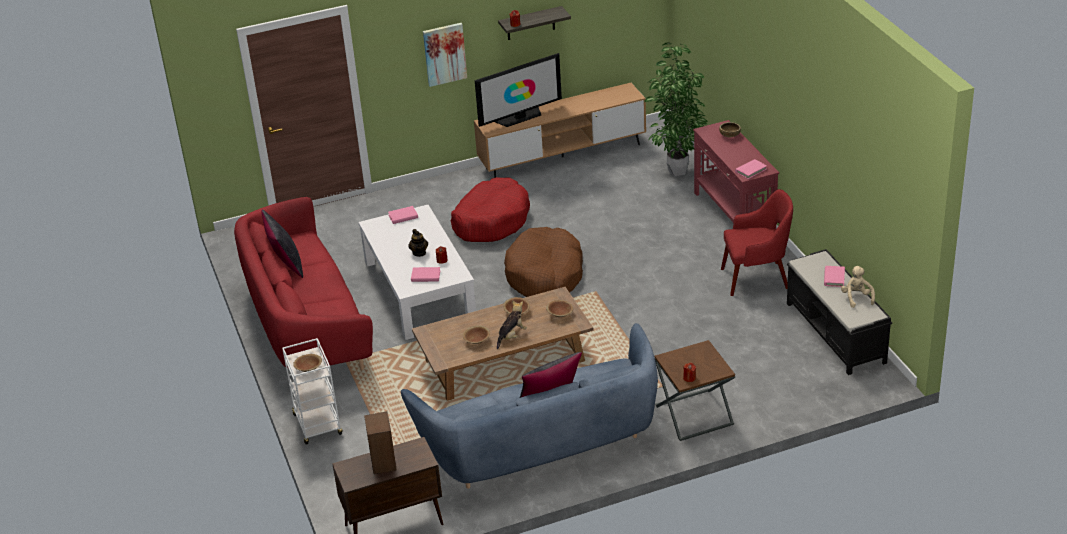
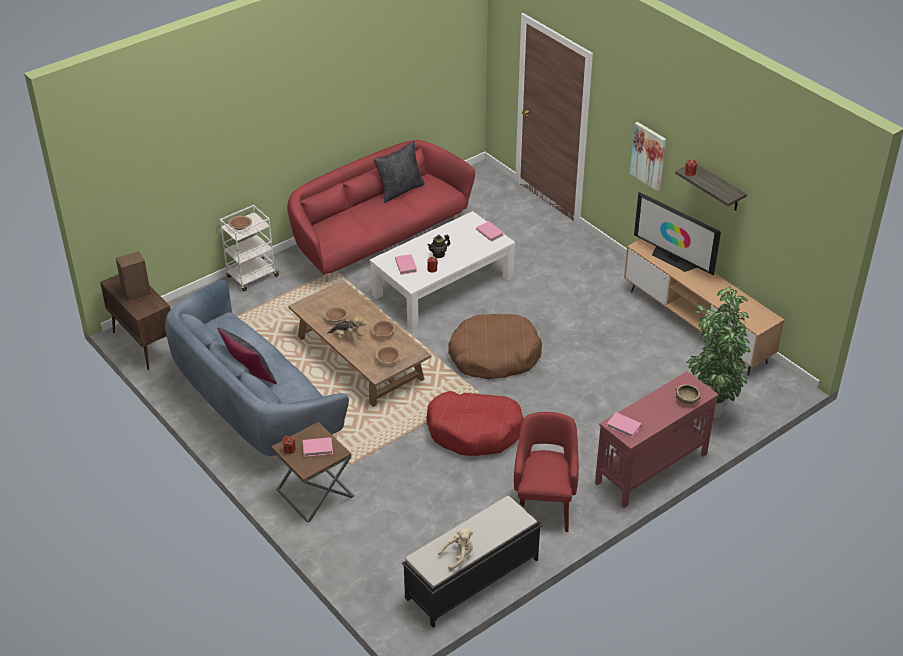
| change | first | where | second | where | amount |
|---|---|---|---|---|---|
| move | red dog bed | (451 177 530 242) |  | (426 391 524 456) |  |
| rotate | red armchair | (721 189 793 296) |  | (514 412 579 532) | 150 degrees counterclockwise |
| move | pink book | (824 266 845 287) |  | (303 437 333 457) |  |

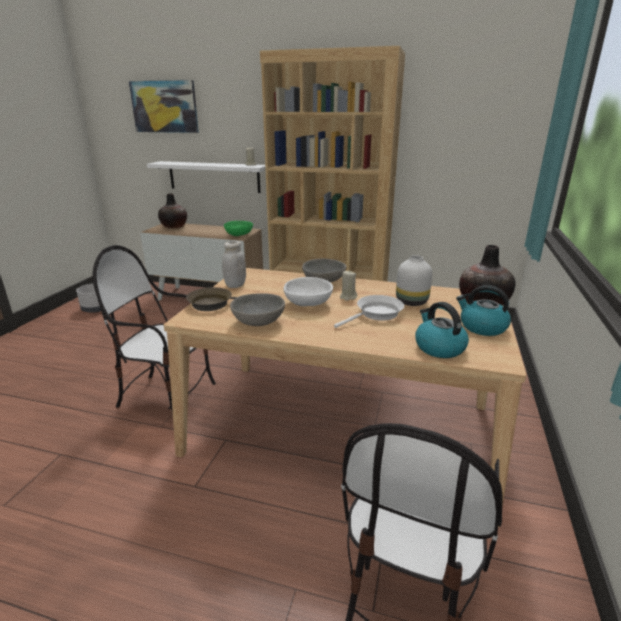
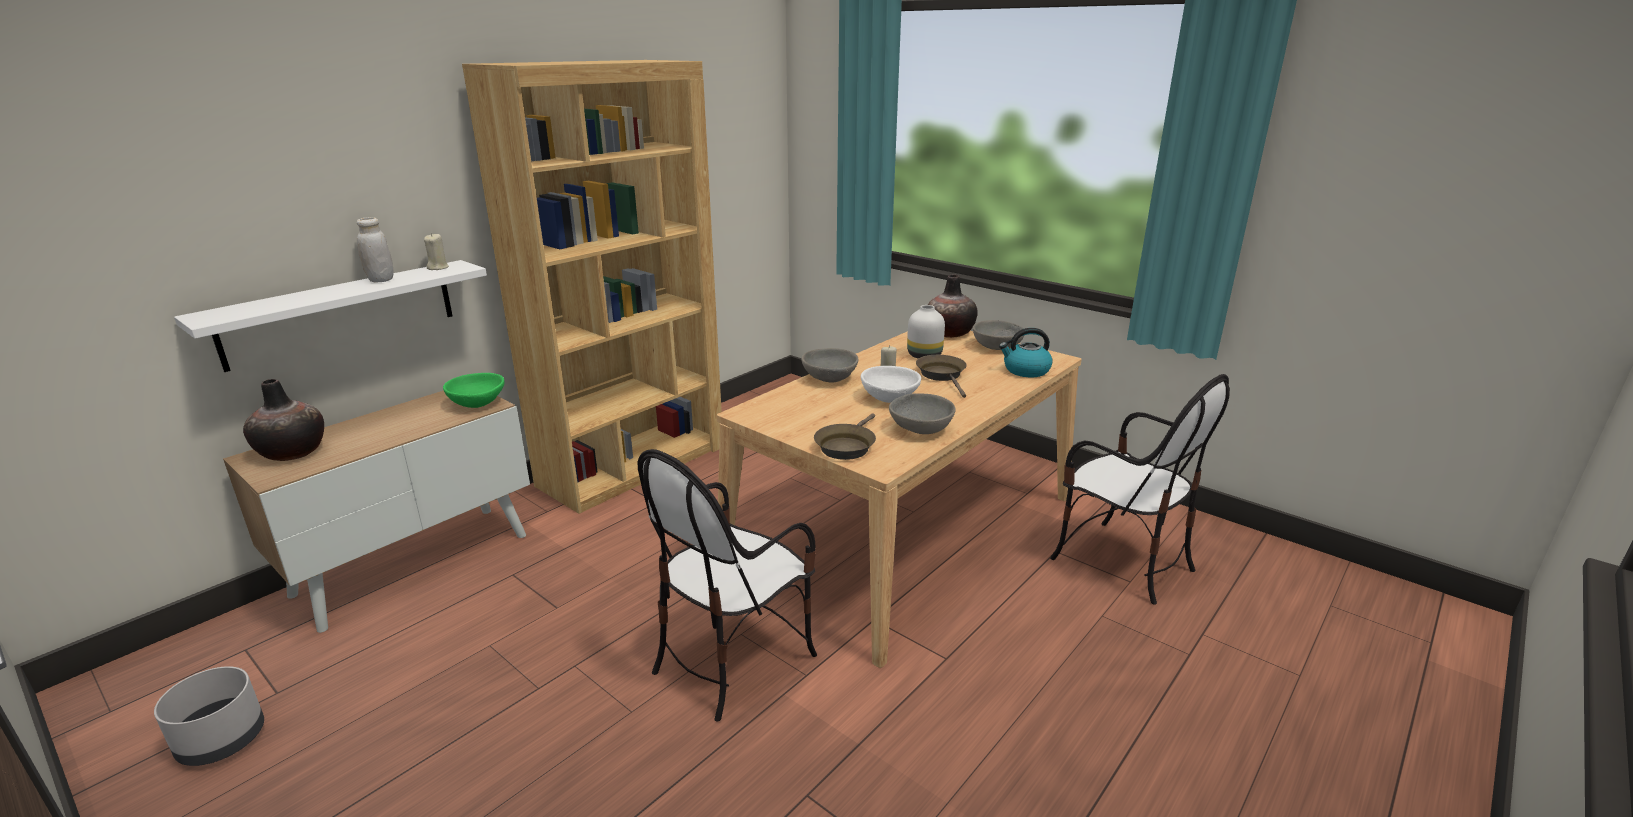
| change | first | where | second | where | amount |
|---|---|---|---|---|---|
| delete | picture | (129 80 199 133) |  |  |  |
| move | white jar | (222 241 246 288) |  | (357 217 394 282) |  |
| recolor | white frying pan | (334 295 404 328) | brown frying pan | (916 355 967 398) |  |
| replace | kettle | (456 285 511 336) | grey bowl | (973 320 1024 350) |  |

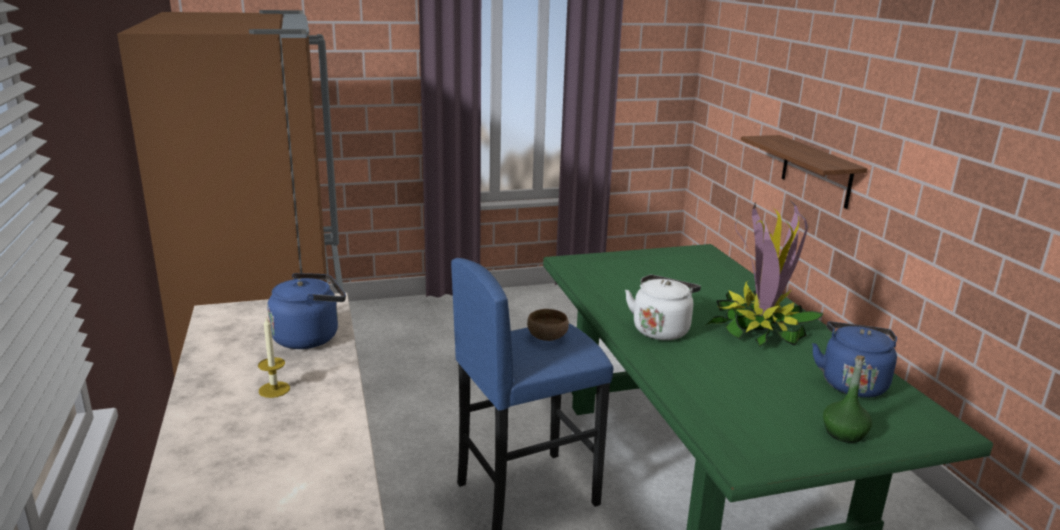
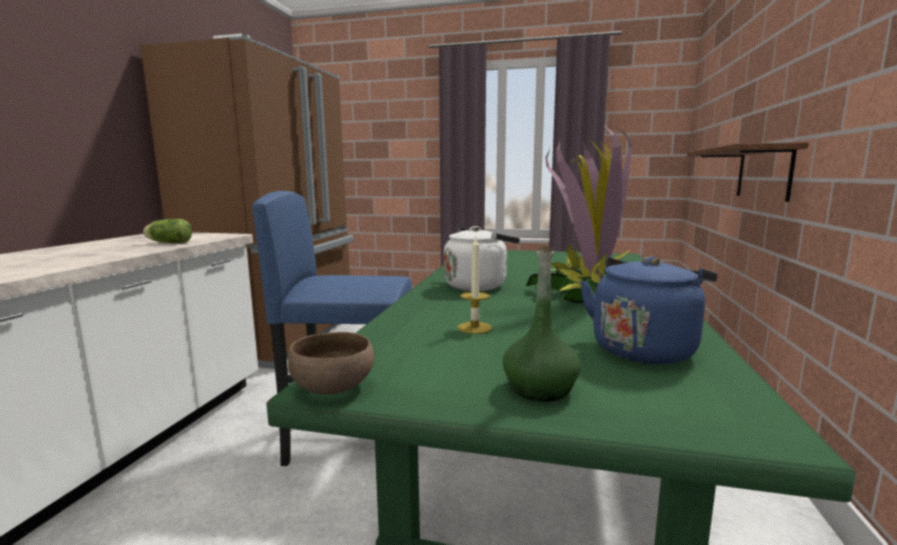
| change | first | where | second | where | amount |
|---|---|---|---|---|---|
| move | candle | (258 317 290 398) |  | (458 235 492 334) |  |
| replace | blue kettle | (267 273 346 349) | lettuce | (143 219 192 243) |  |
| move | brown bowl | (527 309 569 341) |  | (288 332 374 394) |  |

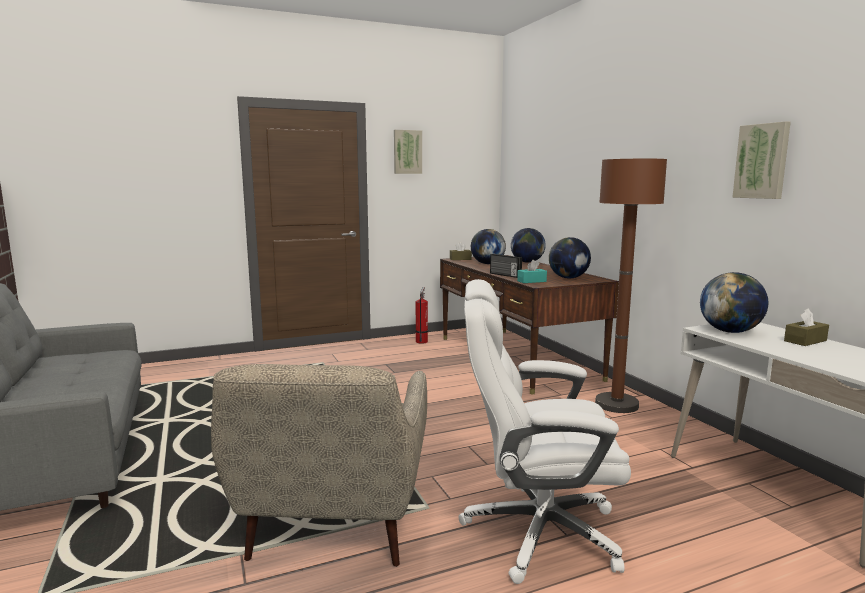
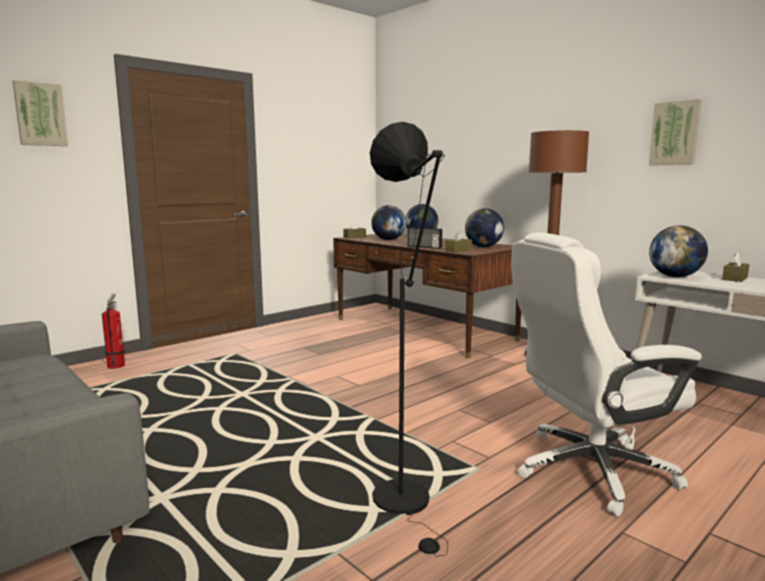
| change | first | where | second | where | amount |
|---|---|---|---|---|---|
| replace | beige armchair | (211 364 427 567) | black floor lamp | (370 122 448 557) |  |
| move | picture | (394 130 422 174) |  | (13 80 68 146) |  |
| move | fire extinguisher | (415 287 428 343) |  | (102 294 125 369) |  |
| recolor | turquoise tissue box | (517 260 547 283) | brown tissue box | (445 230 472 253) |  |

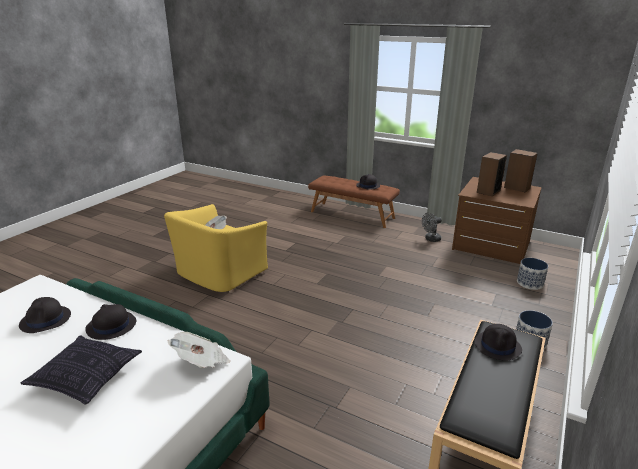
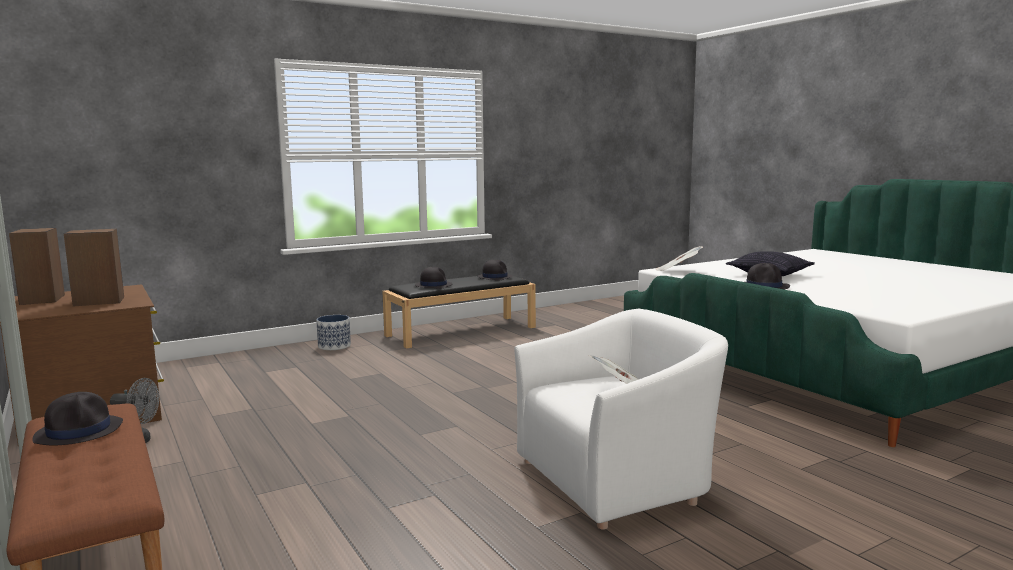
| change | first | where | second | where | amount |
|---|---|---|---|---|---|
| move | black hat | (19 297 71 333) |  | (477 260 513 280) |  |
| recolor | yellow armchair | (164 204 268 293) | white armchair | (514 308 728 530) |  |
| delete | planter | (517 258 548 290) |  |  |  |

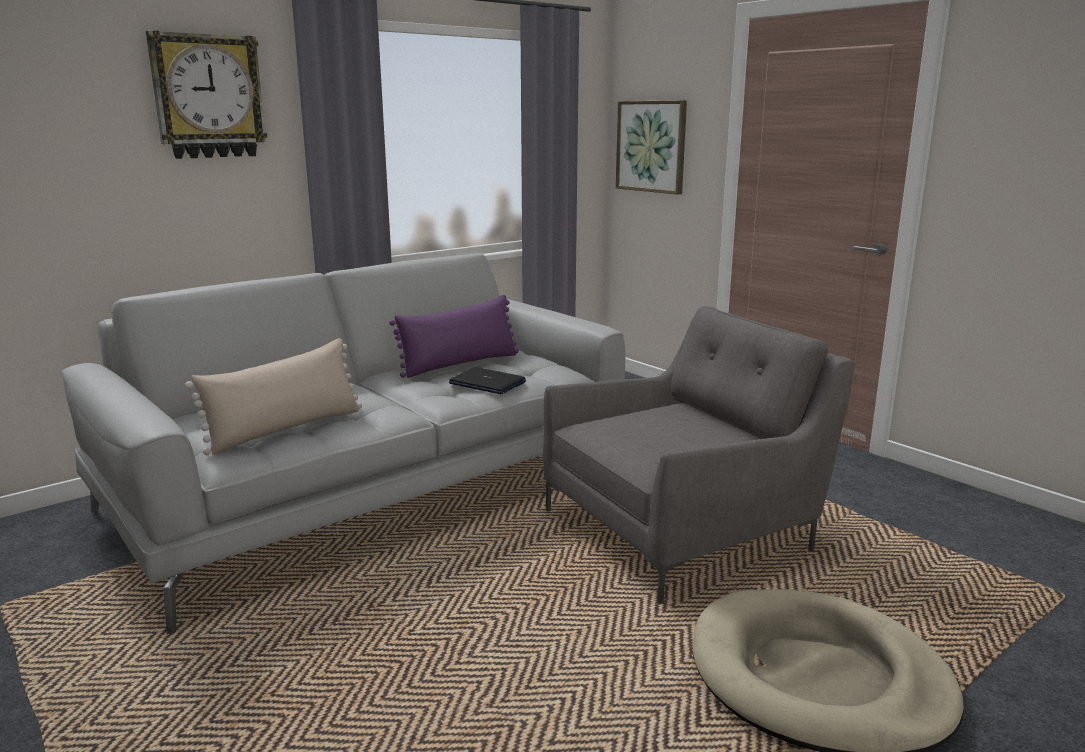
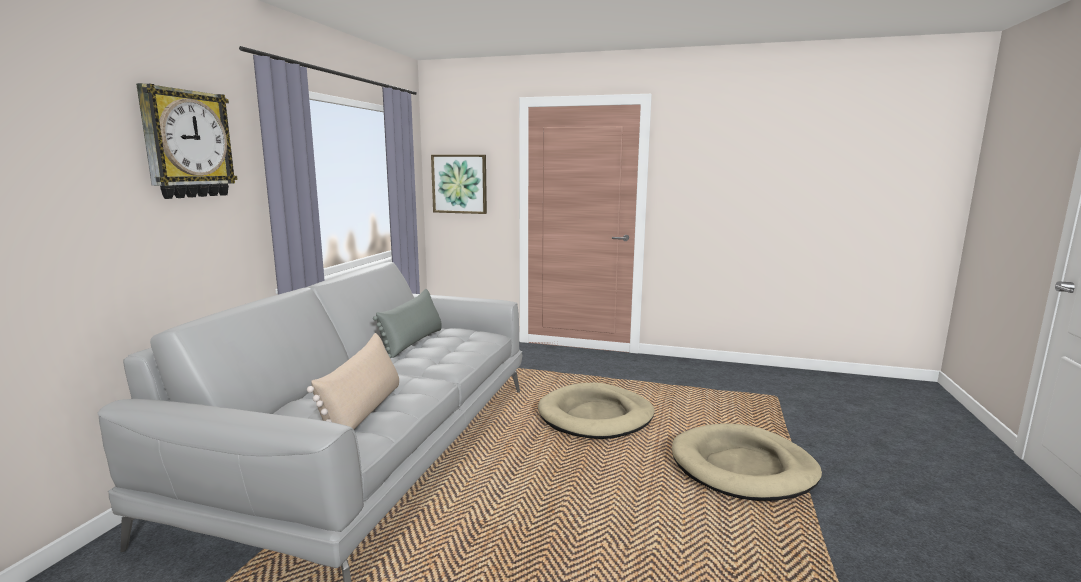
| change | first | where | second | where | amount |
|---|---|---|---|---|---|
| recolor | purple pillow | (389 295 519 378) | grey pillow | (373 289 442 358) |  |
| delete | laptop | (449 367 526 394) |  |  |  |
| replace | grey armchair | (543 306 856 604) | beige dog bed | (538 383 655 439) |  |

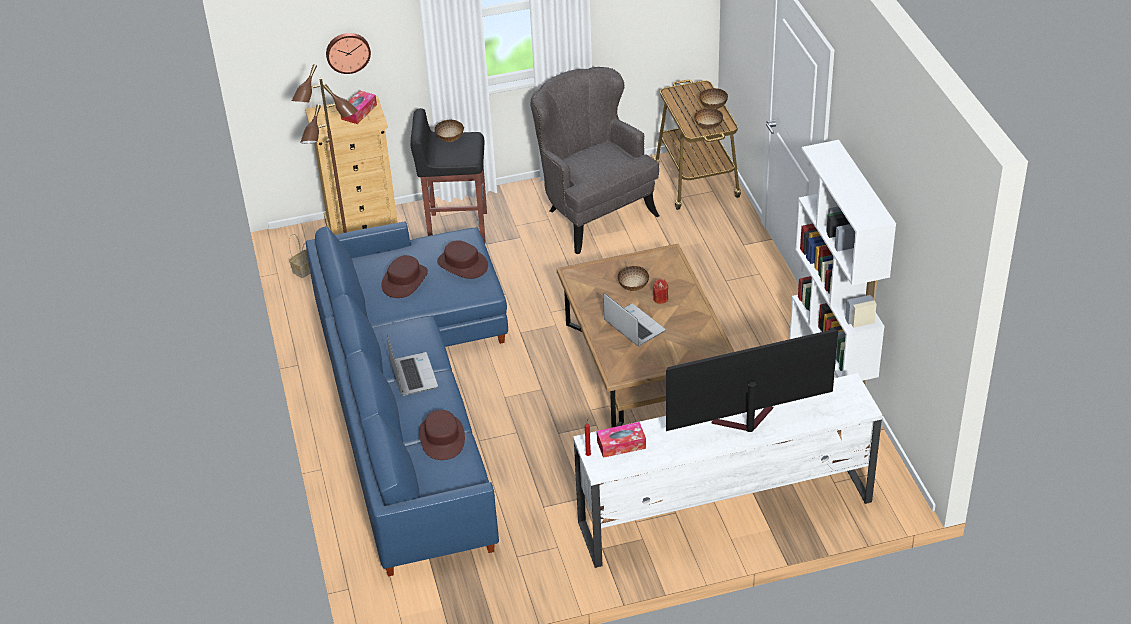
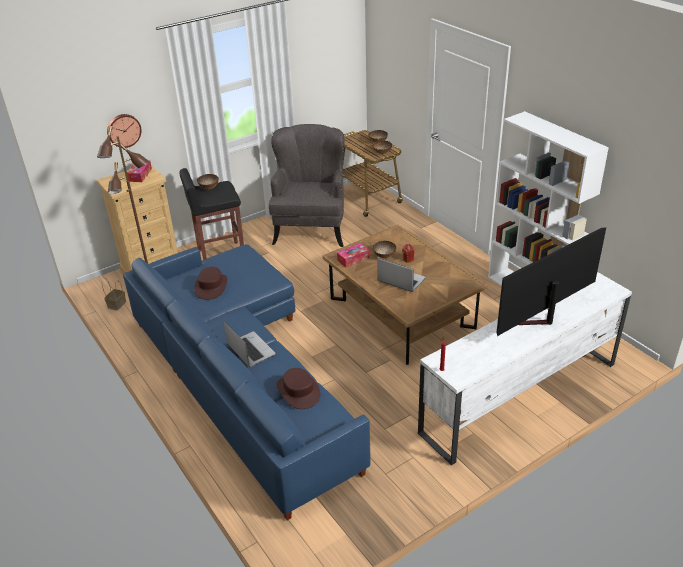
| change | first | where | second | where | amount |
|---|---|---|---|---|---|
| delete | brown hat | (437 240 488 279) |  |  |  |
| rotate | grey armchair | (531 67 660 254) |  | (269 124 345 247) | 60 degrees clockwise |
| move | tissue box | (597 422 646 458) |  | (337 243 370 268) |  |

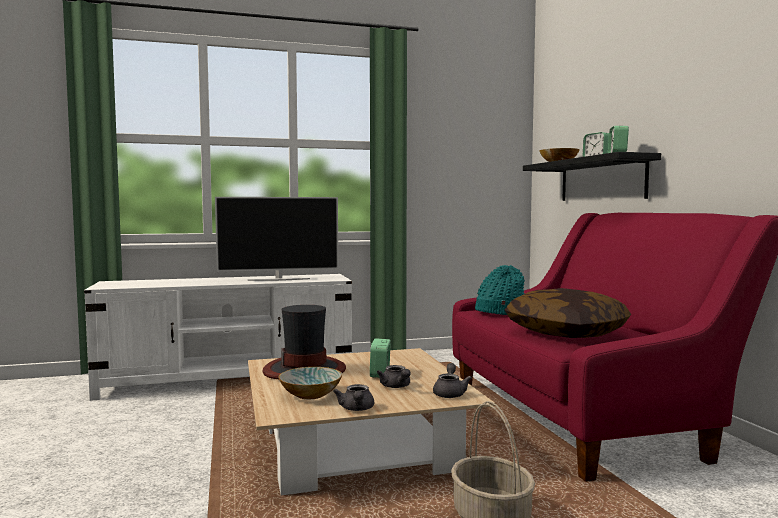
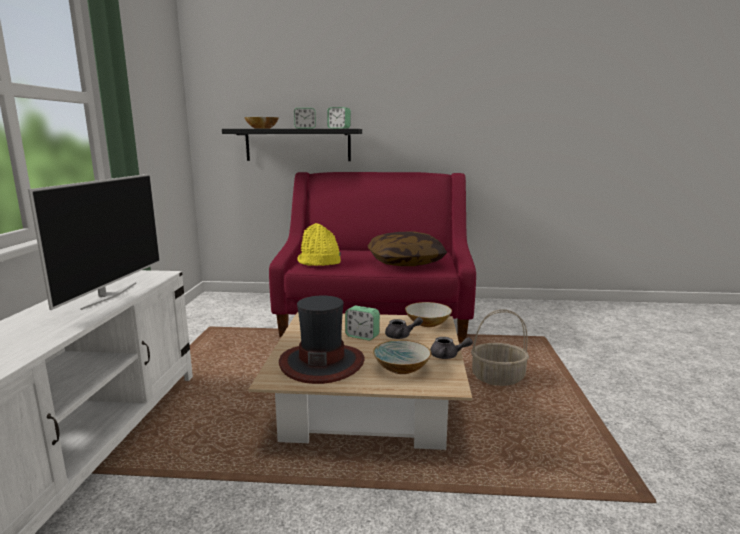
| change | first | where | second | where | amount |
|---|---|---|---|---|---|
| replace | grey teapot | (433 363 472 398) | bowl | (405 302 452 327) |  |
| recolor | turquoise hat | (475 265 525 315) | yellow hat | (298 223 341 266) |  |

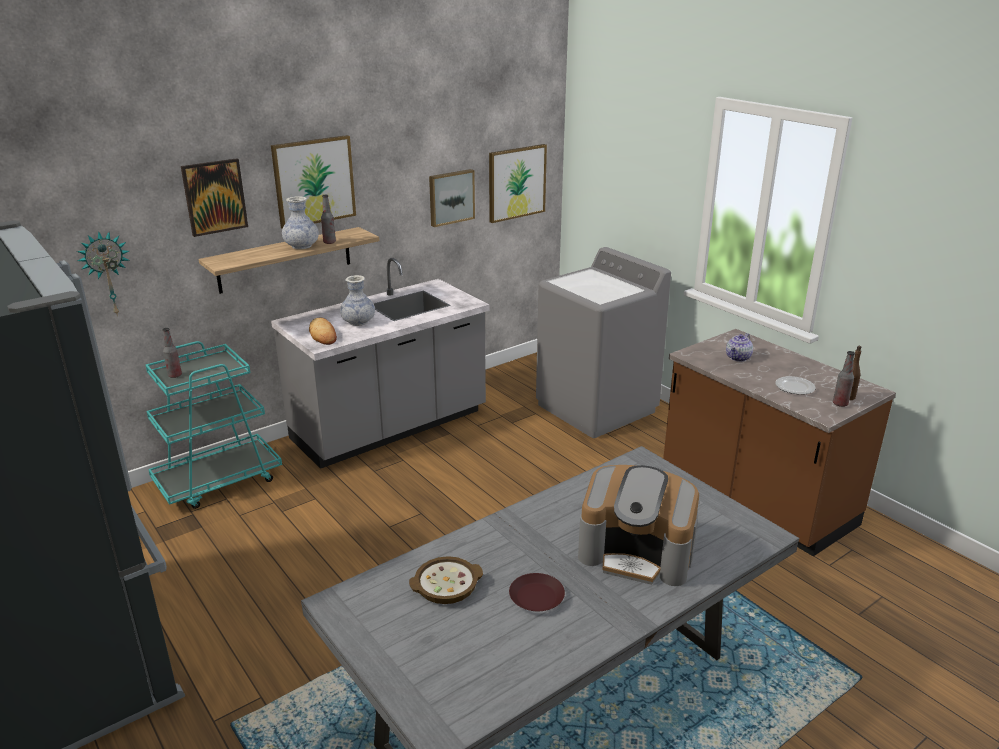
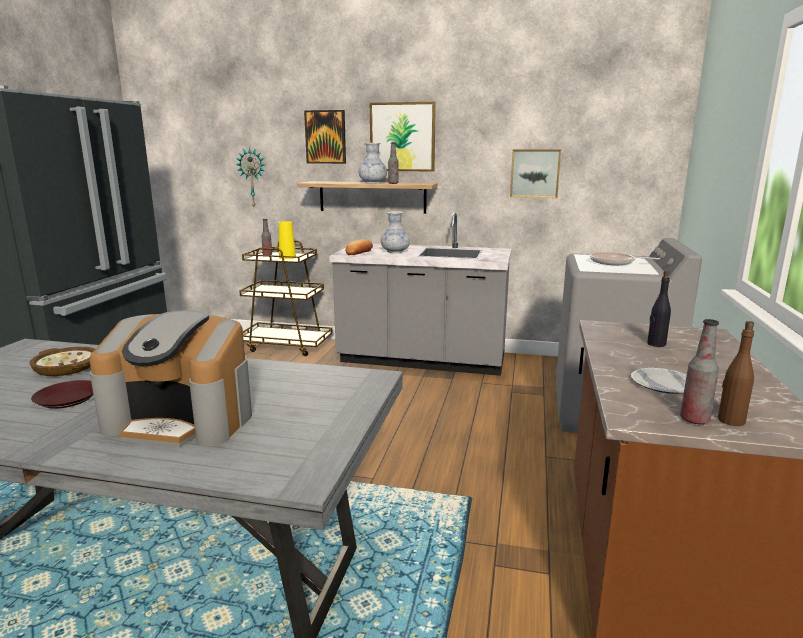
| change | first | where | second | where | amount |
|---|---|---|---|---|---|
| recolor | turquoise cart | (145 341 282 509) | brown cart | (239 240 332 356) |  |
| delete | picture | (489 144 547 223) |  |  |  |
| rotate | coffee machine | (578 465 699 586) |  | (89 310 252 447) | 60 degrees counterclockwise |
| replace | teapot | (726 333 753 362) | black bottle | (647 270 671 347) |  |
| insert |  |  | yellow vase | (279 221 296 259) |  |
| insert |  |  | frying pan | (590 252 660 265) |  |

